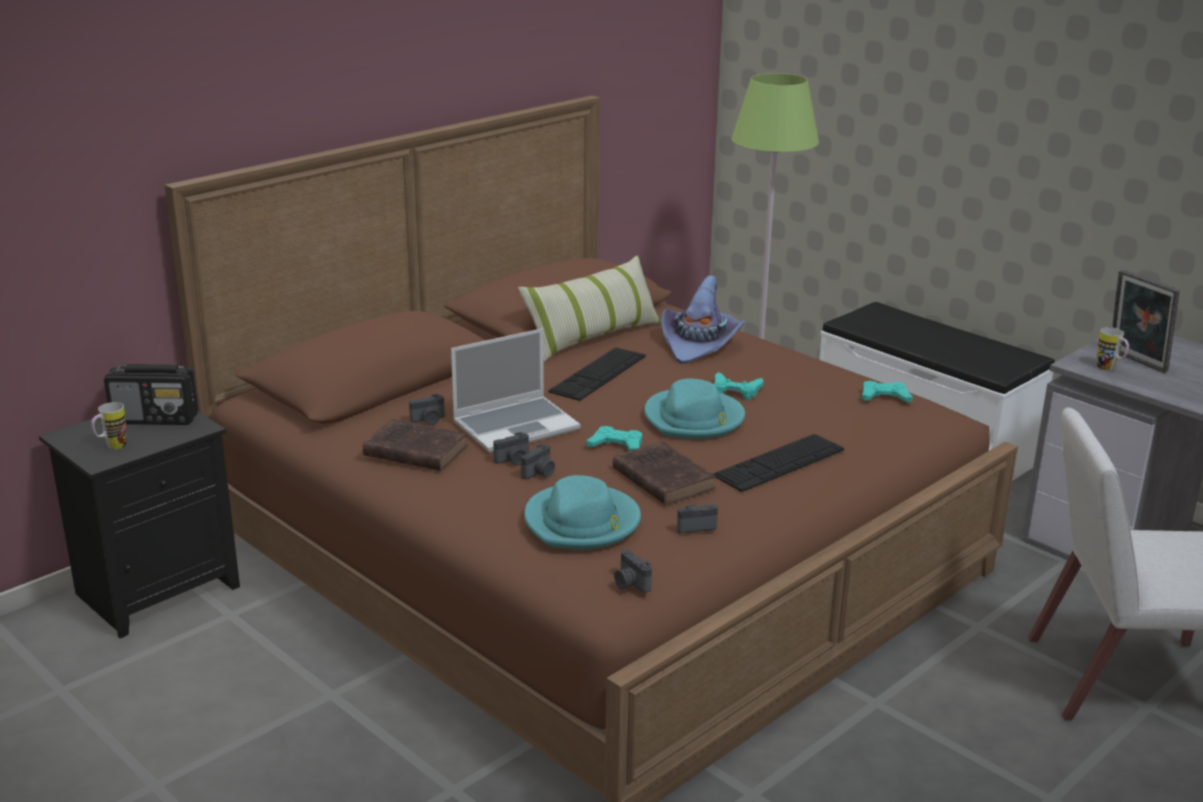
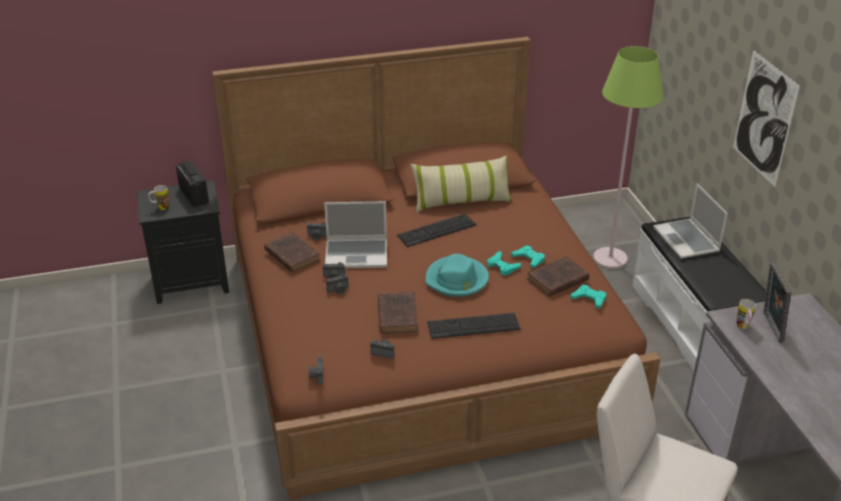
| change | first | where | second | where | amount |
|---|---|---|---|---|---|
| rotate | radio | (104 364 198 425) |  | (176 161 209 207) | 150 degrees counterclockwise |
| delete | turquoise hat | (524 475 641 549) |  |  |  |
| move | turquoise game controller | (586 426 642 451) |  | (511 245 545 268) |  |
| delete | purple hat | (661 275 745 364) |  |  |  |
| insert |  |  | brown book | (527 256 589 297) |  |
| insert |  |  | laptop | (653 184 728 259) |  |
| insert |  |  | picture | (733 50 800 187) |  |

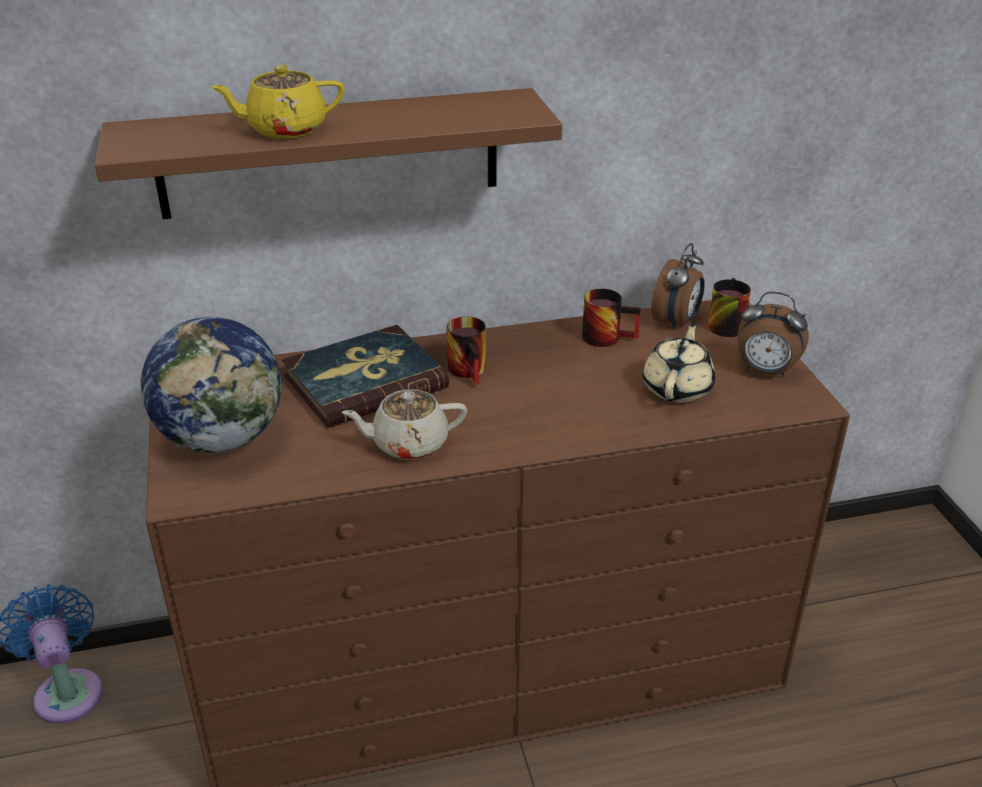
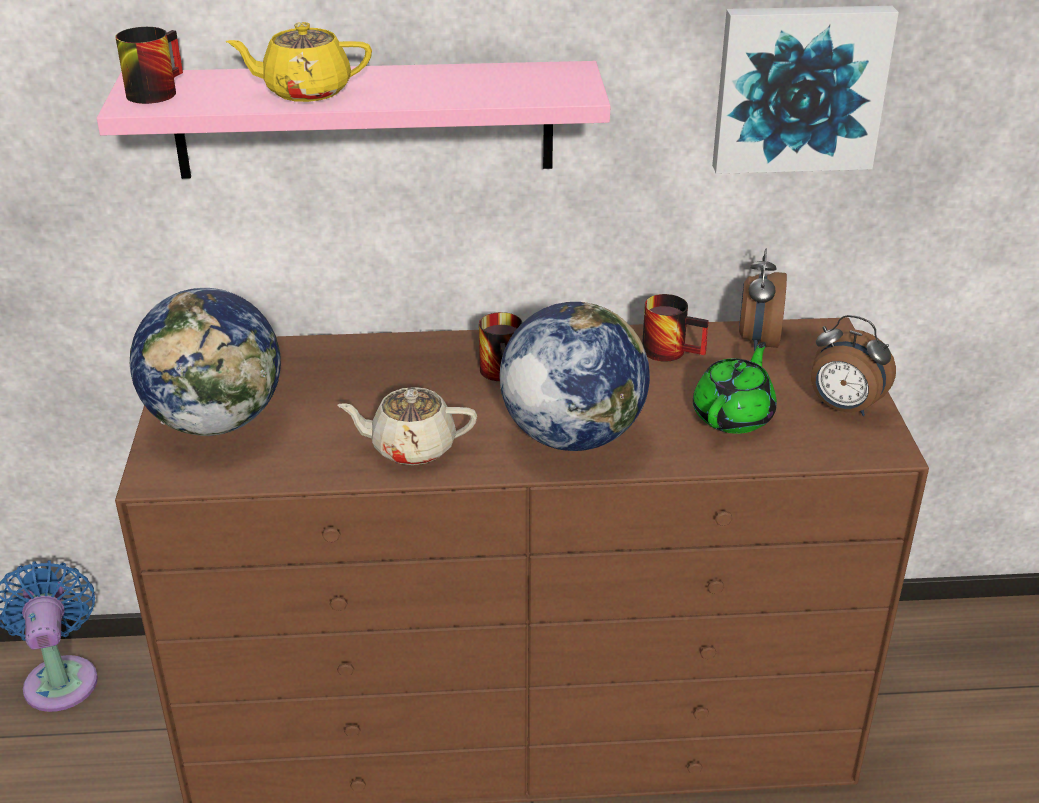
| change | first | where | second | where | amount |
|---|---|---|---|---|---|
| recolor | brown shelf | (95 88 562 219) | pink shelf | (97 61 610 179) |  |
| delete | book | (282 325 449 428) |  |  |  |
| recolor | beige teapot | (643 322 715 402) | green teapot | (693 342 777 434) |  |
| rotate | alarm clock | (651 243 705 330) |  | (739 248 787 351) | 150 degrees clockwise |
| move | mug | (708 278 751 337) |  | (115 27 183 104) |  |
| insert |  |  | globe | (500 302 650 451) |  |
| insert |  |  | picture | (712 6 899 174) |  |

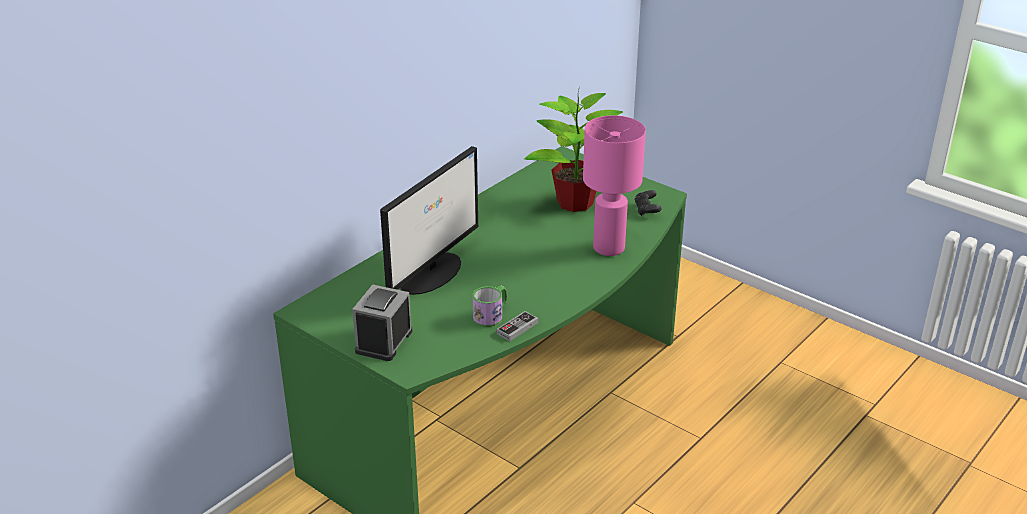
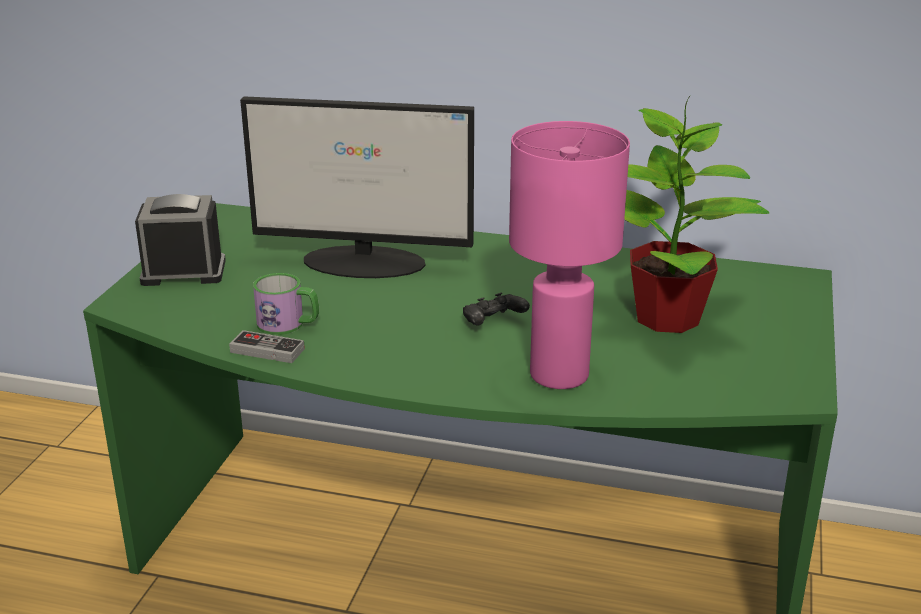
| change | first | where | second | where | amount |
|---|---|---|---|---|---|
| move | black game controller | (634 190 662 216) |  | (463 293 530 326) |  |

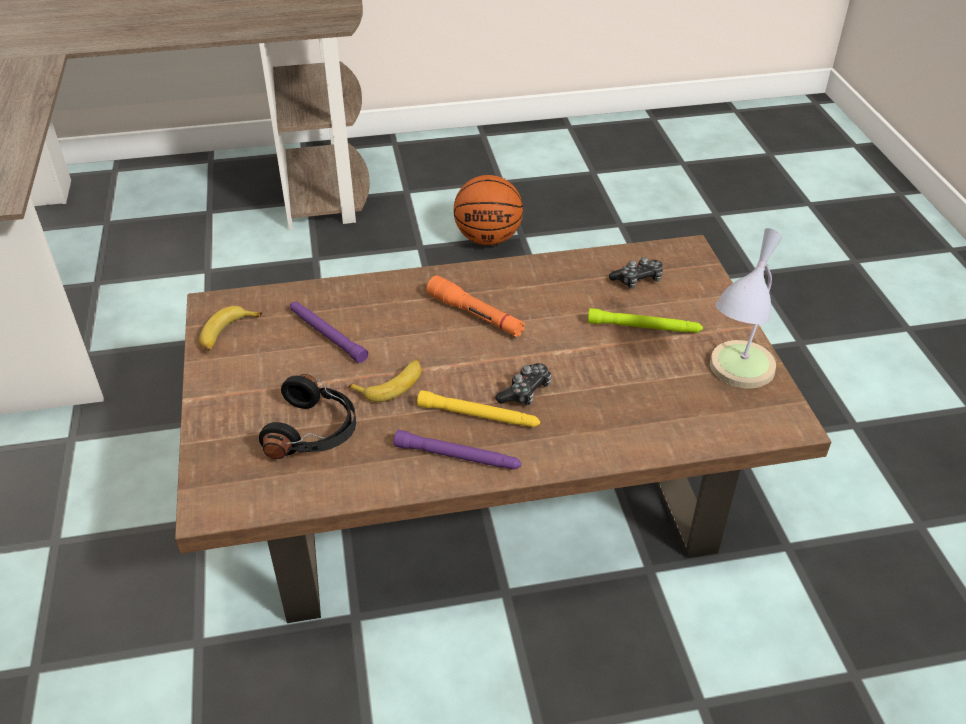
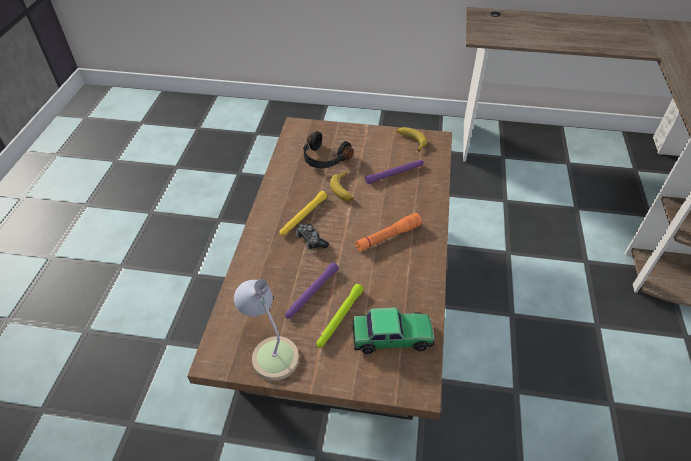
| change | first | where | second | where | amount |
|---|---|---|---|---|---|
| move | purple flashlight | (393 430 522 469) |  | (285 262 339 319) |  |
| delete | basketball | (454 175 523 245) |  |  |  |
| replace | game controller | (609 257 663 289) | toy car | (352 308 435 354) |  |

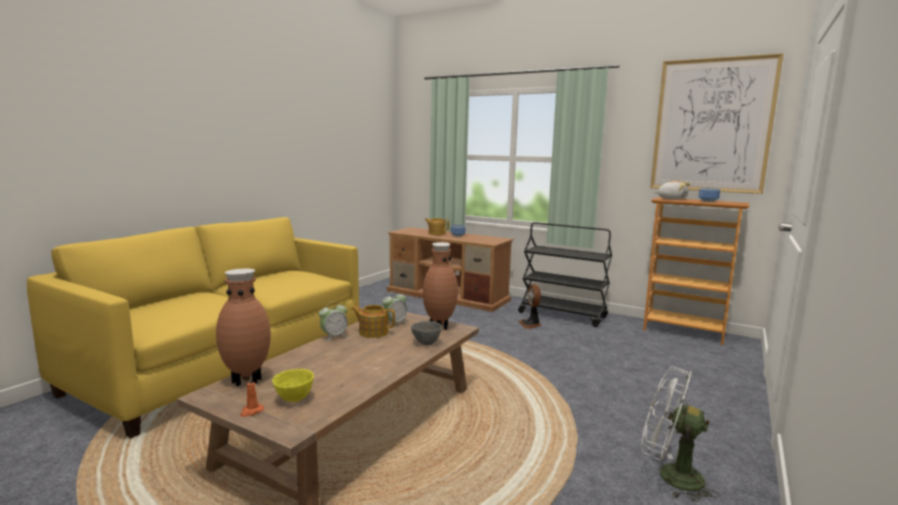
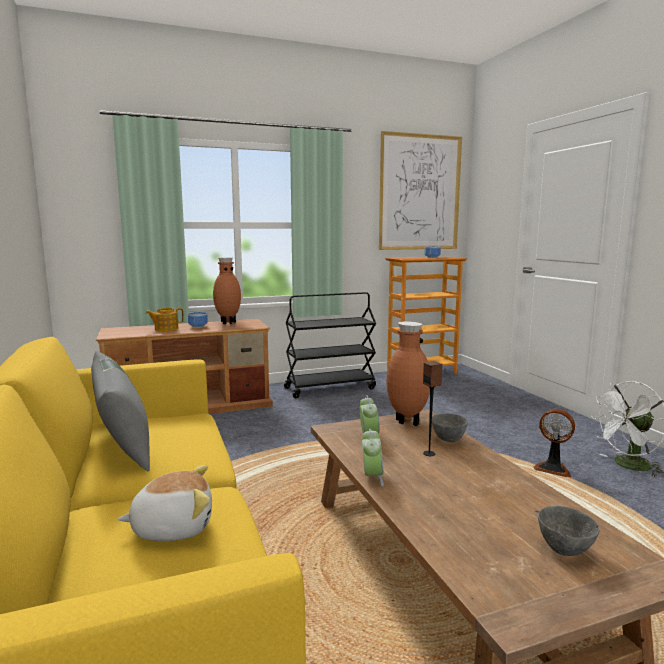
| change | first | where | second | where | amount |
|---|---|---|---|---|---|
| move | brown vase | (216 269 271 386) |  | (213 257 241 324) |  |
| delete | orange candle | (240 376 264 417) |  |  |  |
| recolor | yellow bowl | (272 369 314 402) | grey bowl | (538 506 600 556) |  |
| delete | teapot | (351 305 395 338) |  |  |  |
| move | fan | (519 284 541 329) |  | (533 409 575 477) |  |
| move | plush toy | (655 180 690 200) |  | (117 465 212 541) |  |
| insert |  |  | grey pillow | (91 351 150 471) |  |
| insert |  |  | speaker | (423 361 443 456) |  |

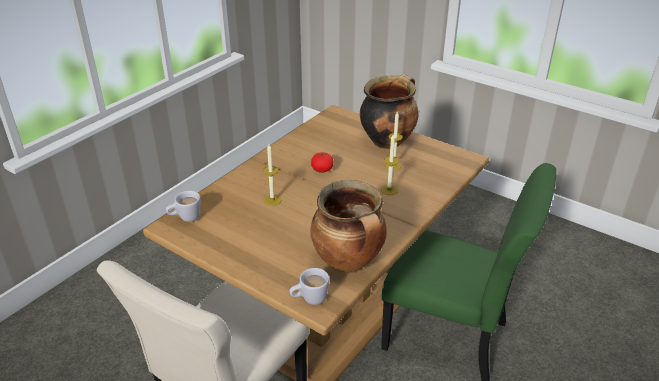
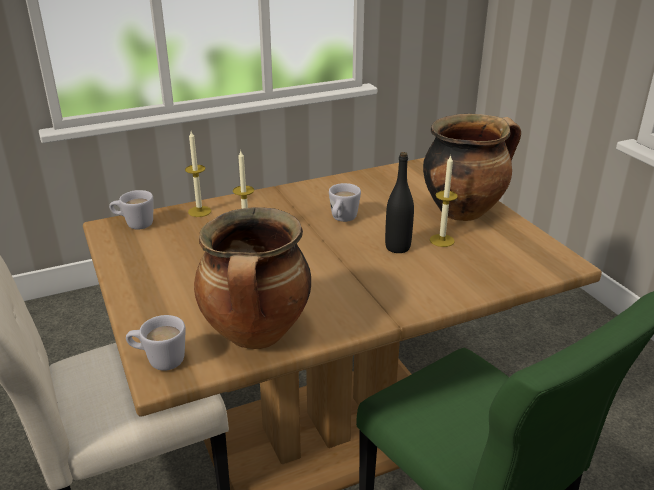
| change | first | where | second | where | amount |
|---|---|---|---|---|---|
| replace | tomato | (311 152 333 173) | white mug | (329 183 361 222) |  |
| move | candle | (381 135 399 195) |  | (185 131 211 217) |  |
| insert |  |  | black bottle | (385 152 414 253) |  |

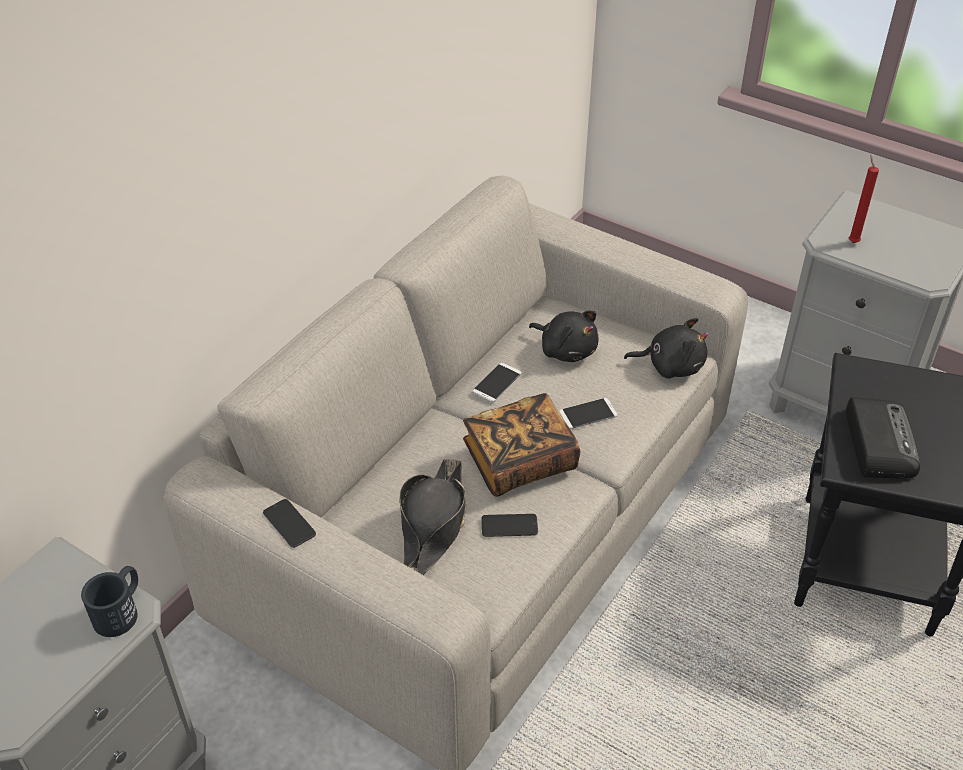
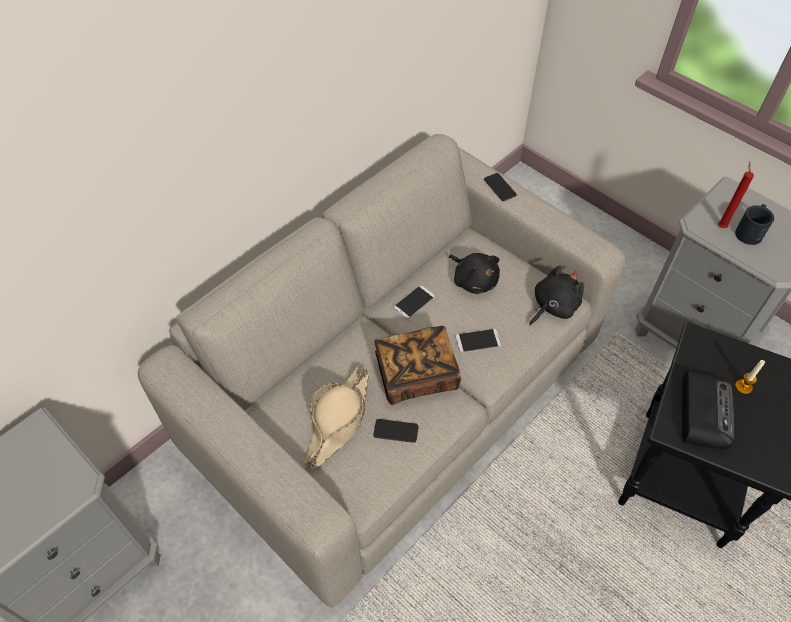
| change | first | where | second | where | amount |
|---|---|---|---|---|---|
| move | black mug | (81 566 138 637) |  | (735 204 774 245) |  |
| move | phone | (263 499 316 548) |  | (484 173 517 201) |  |
| recolor | black hat | (399 459 466 575) | beige hat | (305 367 369 468) |  |
| rotate | black plush toy | (624 318 709 378) |  | (529 265 584 325) | 60 degrees counterclockwise |
| insert |  |  | candle | (735 360 765 394) |  |

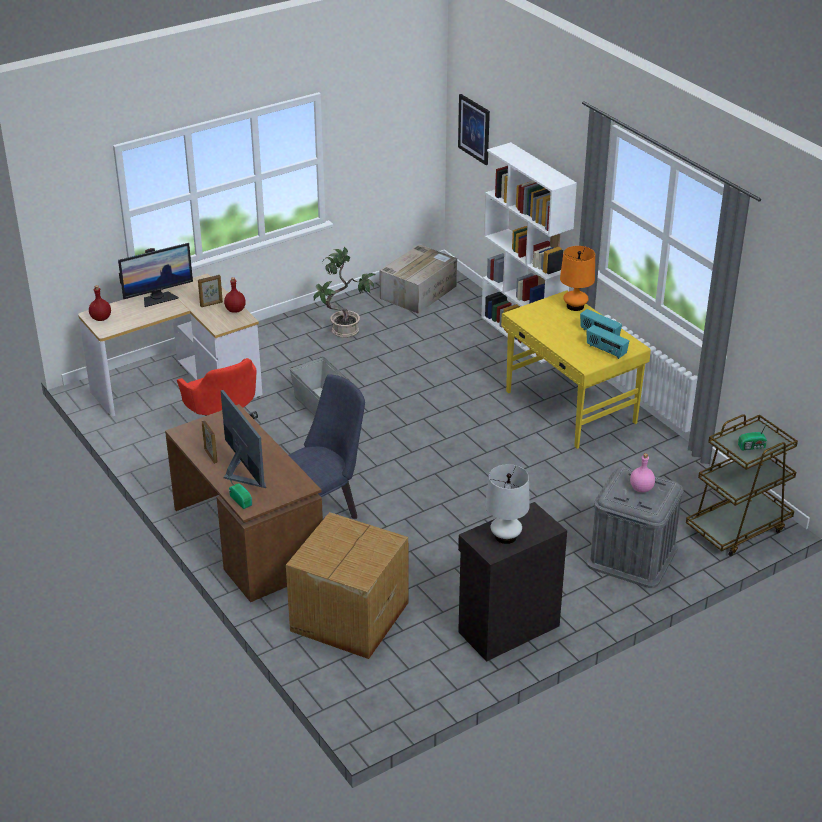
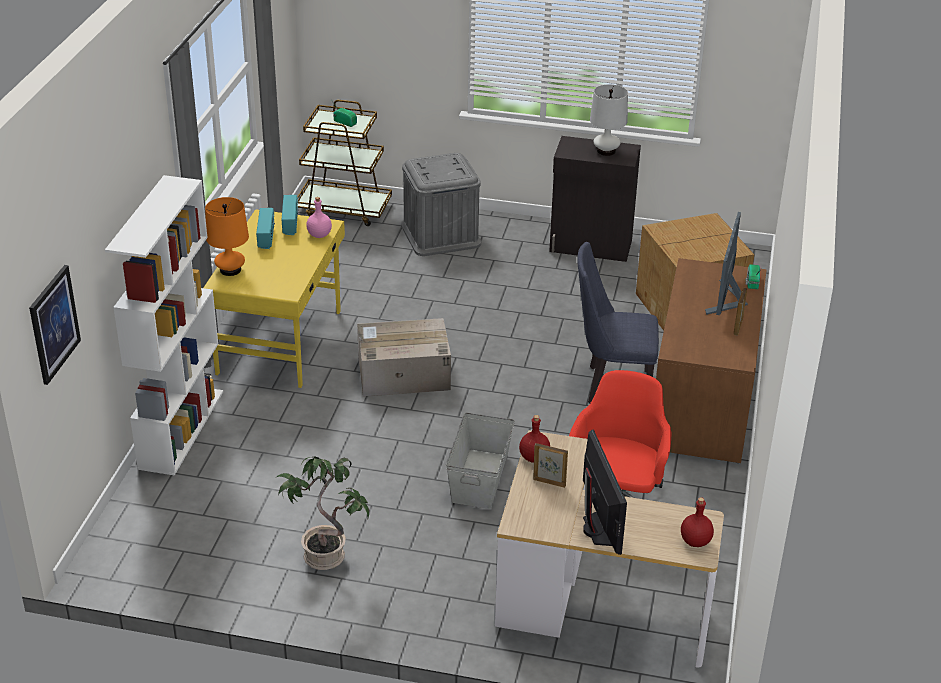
| change | first | where | second | where | amount |
|---|---|---|---|---|---|
| rotate | monitor | (118 243 193 307) |  | (583 430 627 555) | 60 degrees clockwise |
| move | cardboard box | (379 244 457 314) |  | (357 318 451 396) |  |
| move | pink bottle | (630 453 655 492) |  | (306 197 332 238) |  |

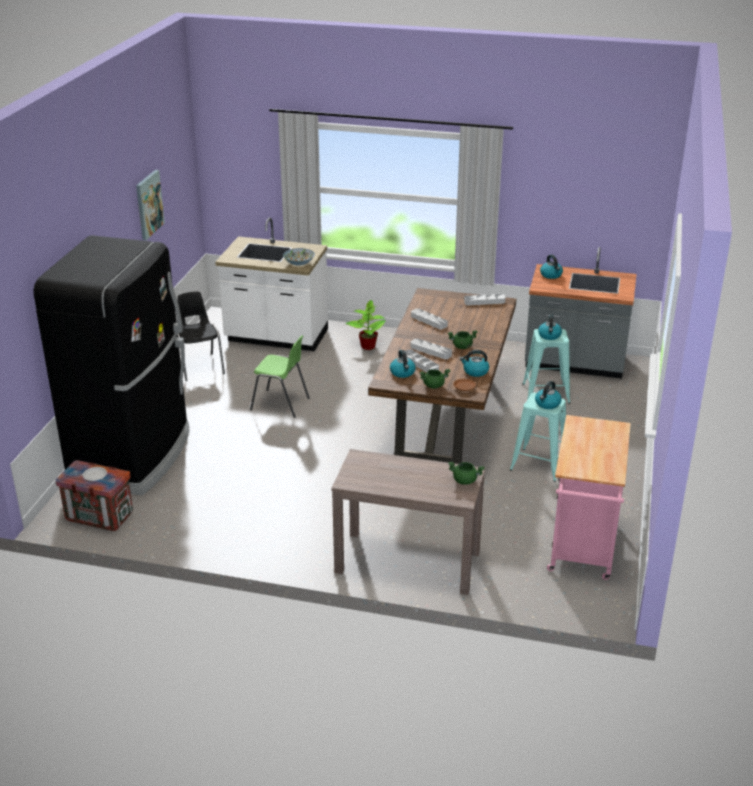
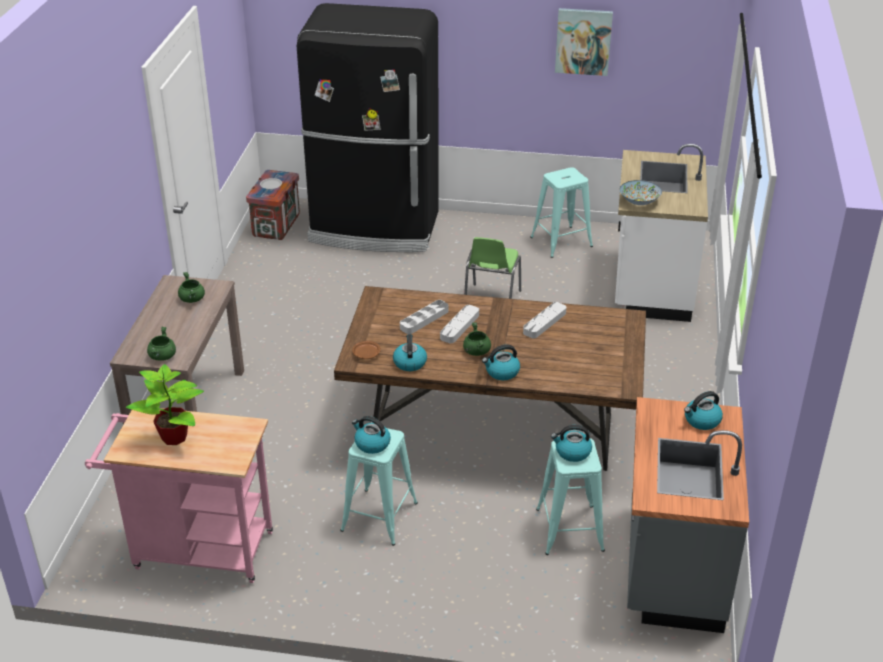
| change | first | where | second | where | amount |
|---|---|---|---|---|---|
| replace | black chair | (177 292 225 381) | turquoise stool | (530 167 593 258) |  |
| move | potted plant | (346 300 386 350) |  | (126 364 204 445) |  |
| move | kettle | (390 350 416 378) |  | (482 344 520 380) |  |
| move | green cooking pot | (420 369 450 389) |  | (178 272 205 303) |  |
| delete | grey tray | (464 294 506 306) |  |  |  |

